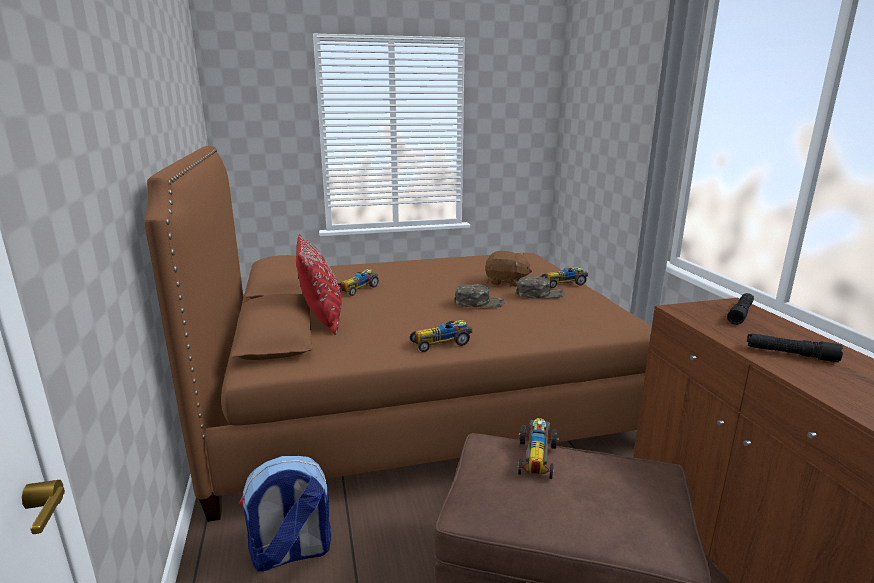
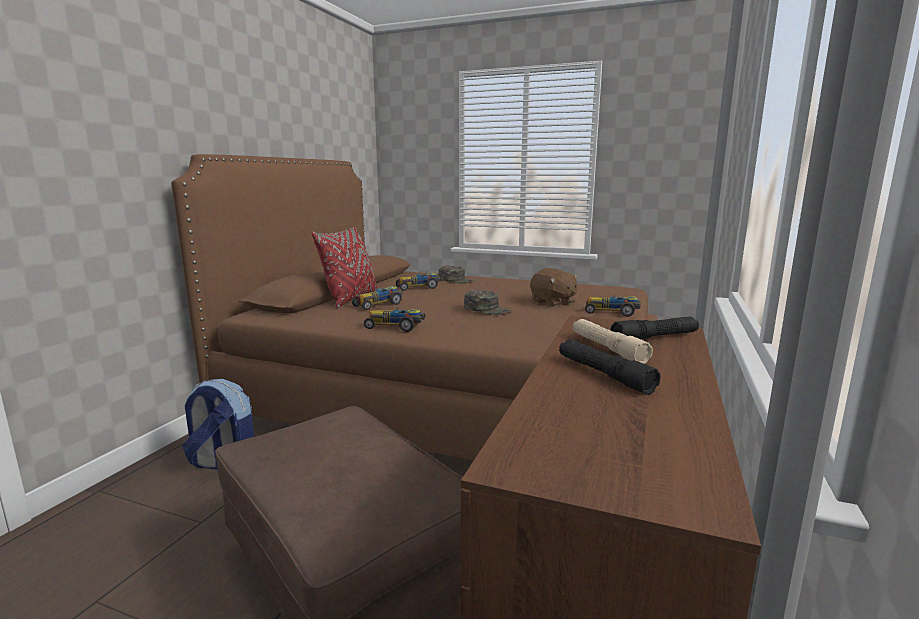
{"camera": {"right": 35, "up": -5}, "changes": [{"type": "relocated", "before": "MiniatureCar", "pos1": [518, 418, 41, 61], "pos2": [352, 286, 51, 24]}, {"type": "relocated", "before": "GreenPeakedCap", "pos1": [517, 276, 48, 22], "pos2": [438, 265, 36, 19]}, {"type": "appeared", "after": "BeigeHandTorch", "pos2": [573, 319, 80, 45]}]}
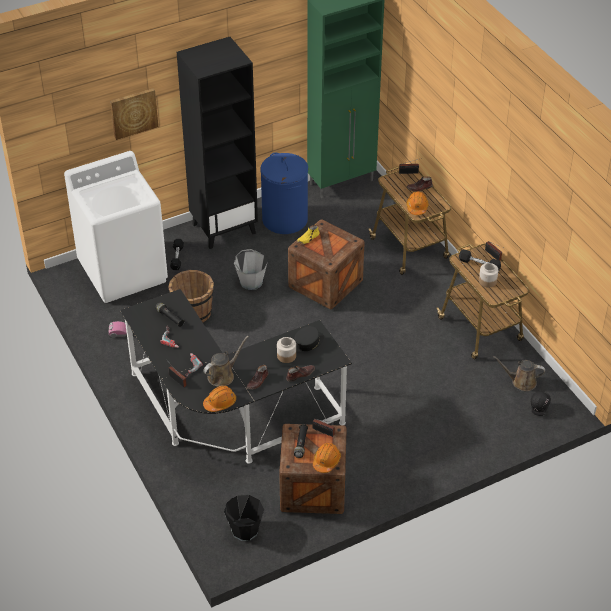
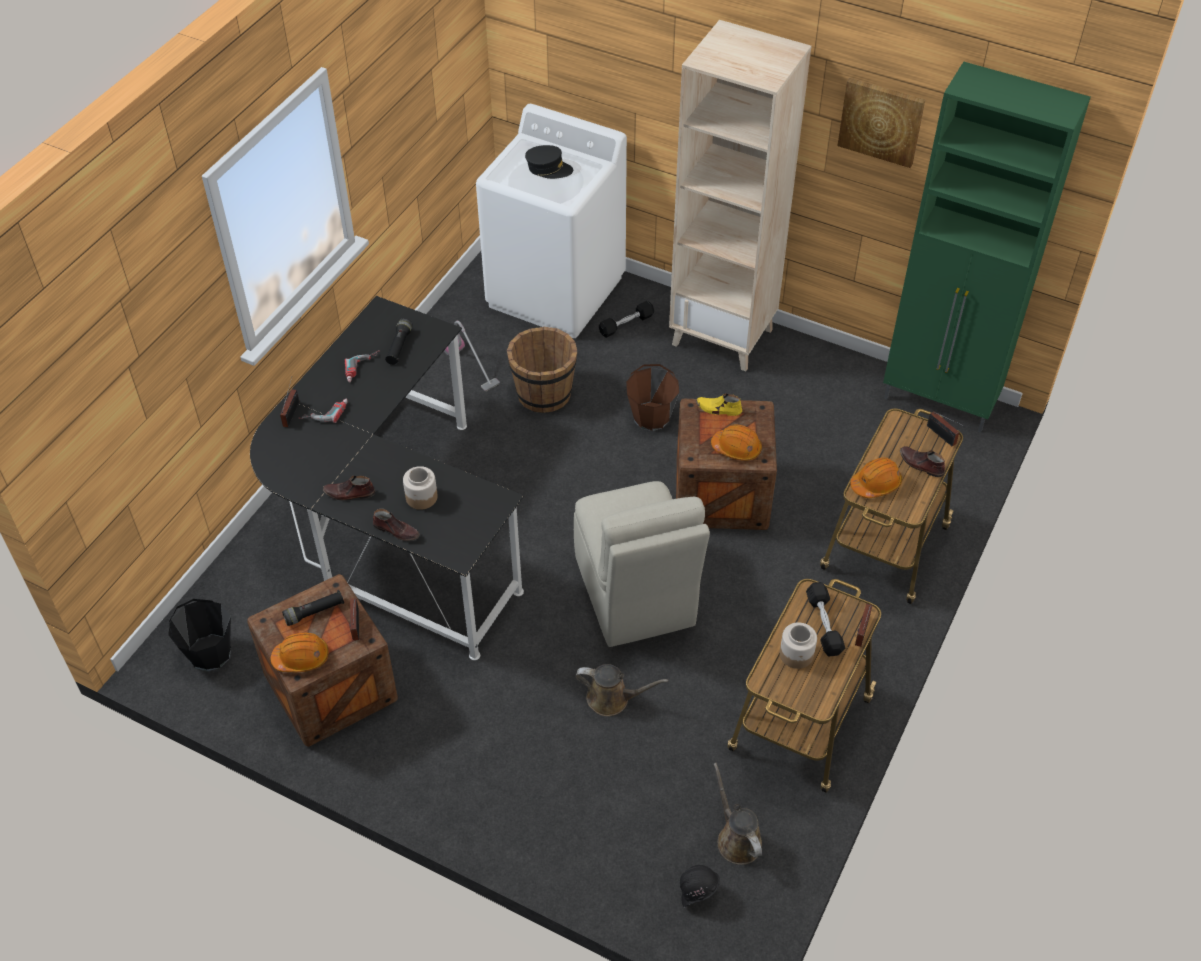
{"camera": {"right": 55, "up": 5}, "changes": [{"type": "relocated", "before": "BlackColouredPeakedCap", "pos1": [295, 326, 29, 25], "pos2": [525, 145, 48, 34]}, {"type": "appeared", "after": "BeigeUprightChair", "pos2": [574, 481, 136, 166]}, {"type": "relocated", "before": "BrownWateringCan", "pos1": [203, 336, 46, 51], "pos2": [575, 664, 93, 52]}, {"type": "colour", "before": "GreyishBucket", "after": "BrownBucket", "pos1": [234, 249, 33, 41], "pos2": [626, 364, 53, 67]}, {"type": "colour", "before": "BlackColouredBookshelf", "after": "BeigeBookshelf", "pos1": [177, 37, 81, 212], "pos2": [669, 20, 142, 351]}, {"type": "relocated", "before": "OrangeColouredWorkHelmet", "pos1": [203, 386, 33, 26], "pos2": [711, 425, 51, 36]}, {"type": "relocated", "before": "WallArt", "pos1": [110, 88, 48, 52], "pos2": [838, 78, 87, 90]}, {"type": "missing", "before": "BlueHamper", "pos1": [260, 153, 48, 81]}]}
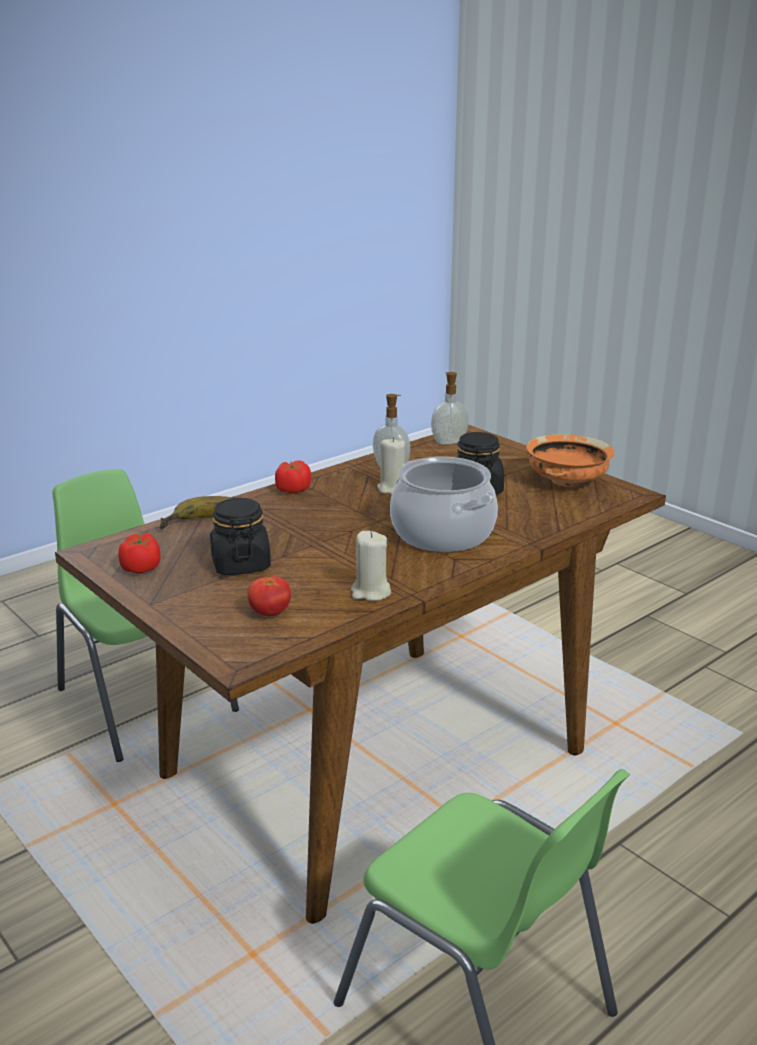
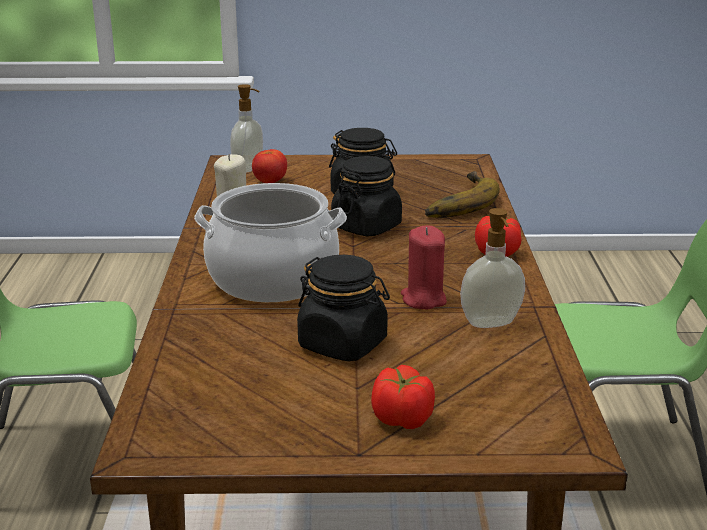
{"camera": {"right": 130, "up": 0}, "changes": [{"type": "relocated", "before": "LiquidSoapBottle", "pos1": [431, 372, 38, 73], "pos2": [230, 84, 33, 89]}, {"type": "appeared", "after": "BlackColouredPreserveJar", "pos2": [331, 156, 71, 80]}, {"type": "relocated", "before": "Tomato", "pos1": [118, 533, 42, 41], "pos2": [371, 365, 64, 64]}, {"type": "colour", "before": "BeigeWaxCandle", "after": "RedWaxCandle", "pos1": [377, 437, 28, 58], "pos2": [401, 226, 46, 83]}, {"type": "missing", "before": "OrangeColouredBowl", "pos1": [526, 434, 89, 53]}]}
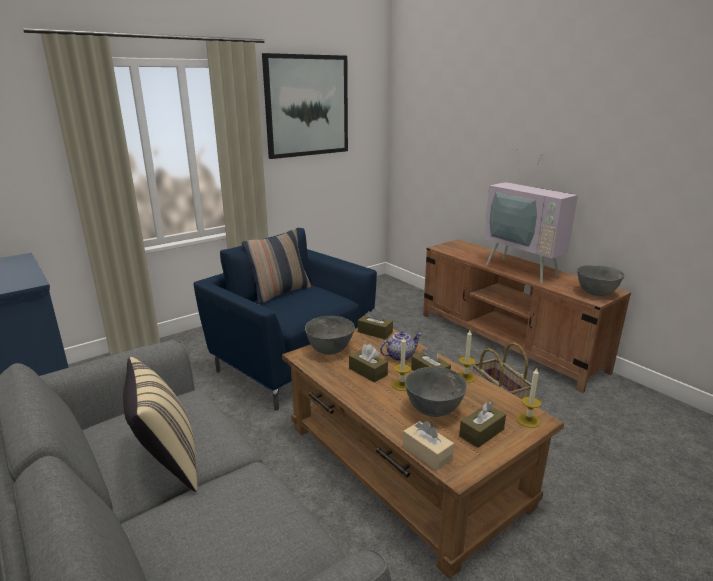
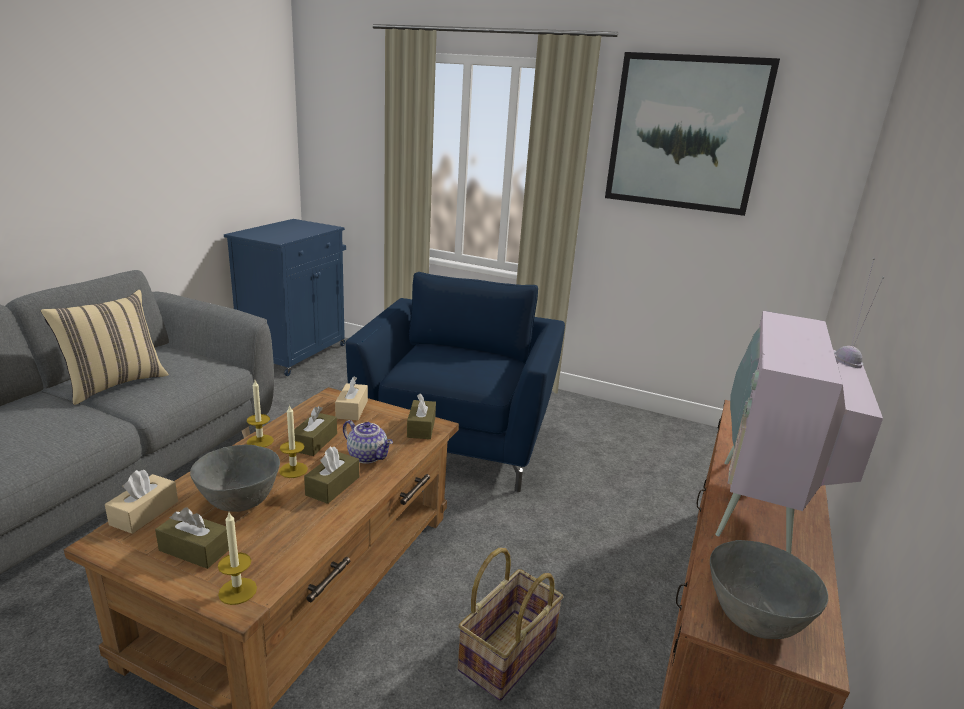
{"camera": {"right": 60, "up": 0}, "changes": [{"type": "relocated", "before": "WaxCandle", "pos1": [458, 331, 18, 52], "pos2": [247, 380, 27, 67]}, {"type": "exchanged", "before": "GreyishBowl", "after": "BeigeTissueHolder", "pos1": [305, 316, 50, 39], "pos2": [335, 376, 33, 44]}, {"type": "missing", "before": "Cushion", "pos1": [242, 229, 69, 75]}]}
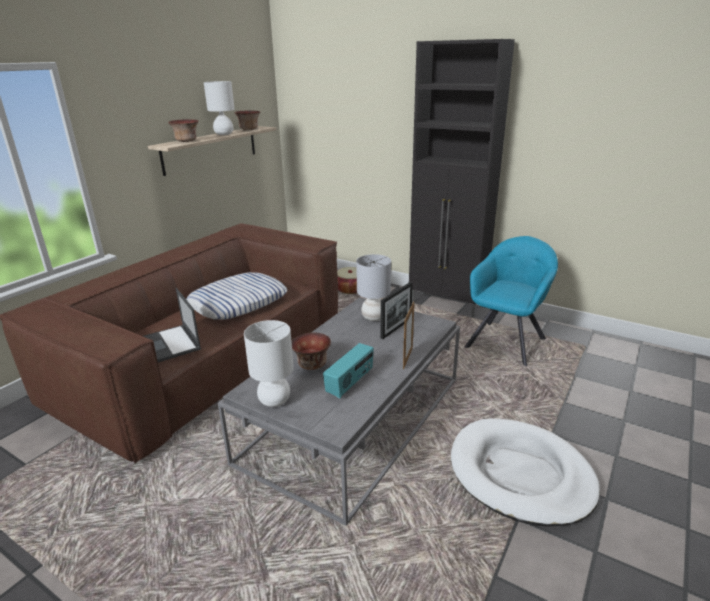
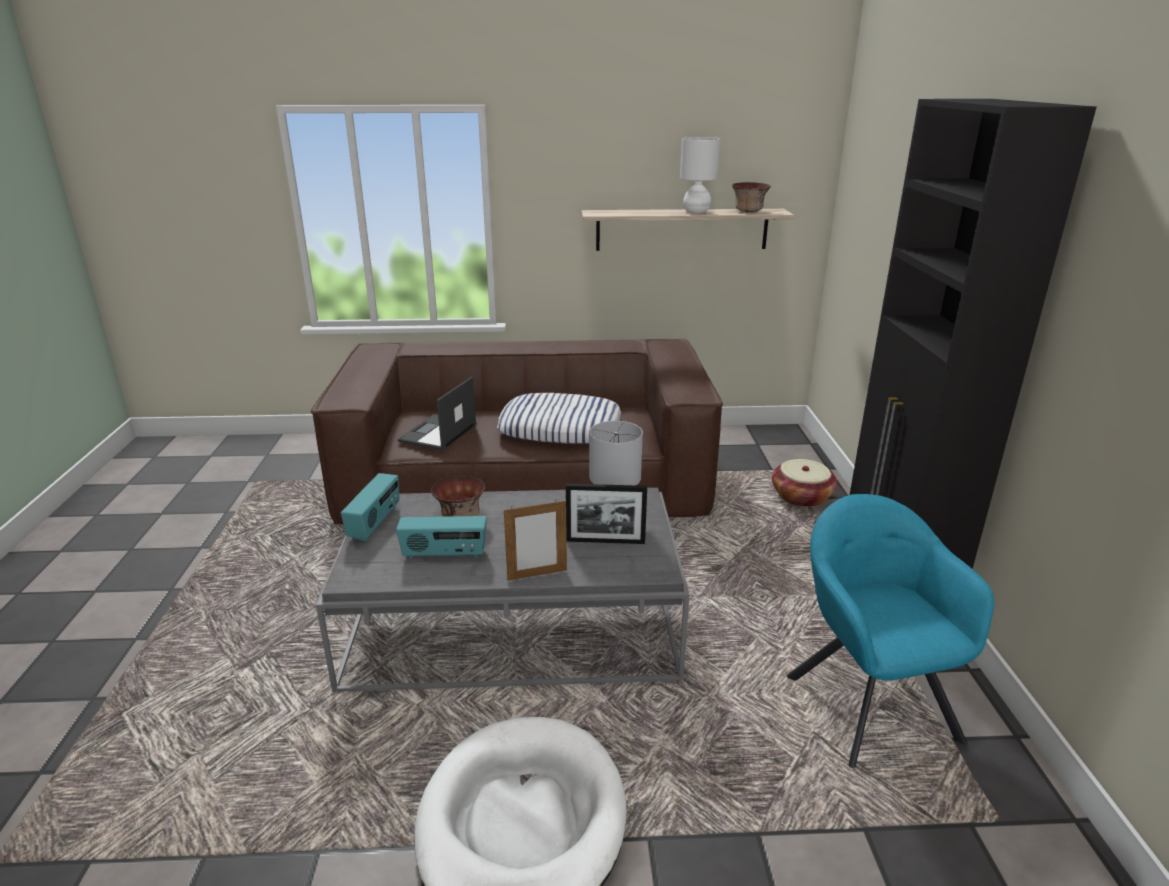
{"camera": {"right": 55, "up": 0}, "changes": [{"type": "exchanged", "before": "WhiteTableLamp", "after": "RadioReceiver", "pos1": [244, 320, 50, 87], "pos2": [341, 473, 59, 68]}, {"type": "spun", "before": "BlueGreenEasyChair", "pos1": [465, 236, 93, 130], "pos2": [786, 494, 208, 274], "turn": -105}, {"type": "missing", "before": "Bowl", "pos1": [168, 119, 31, 23]}]}
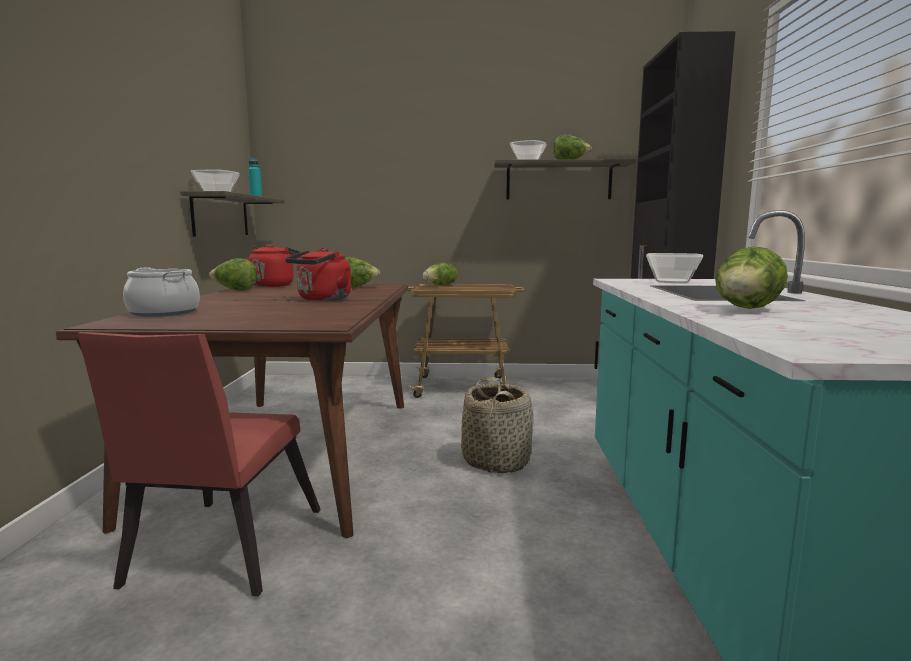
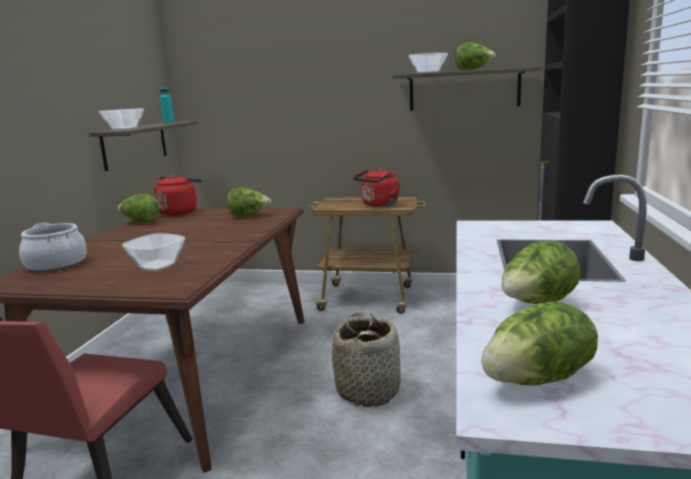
{"camera": {"right": 10, "up": 5}, "changes": [{"type": "relocated", "before": "Bowl", "pos1": [646, 253, 57, 30], "pos2": [122, 233, 63, 38]}, {"type": "relocated", "before": "RedKettle", "pos1": [285, 248, 66, 53], "pos2": [353, 168, 47, 39]}, {"type": "relocated", "before": "LettuceHead", "pos1": [423, 263, 35, 22], "pos2": [481, 302, 117, 84]}]}
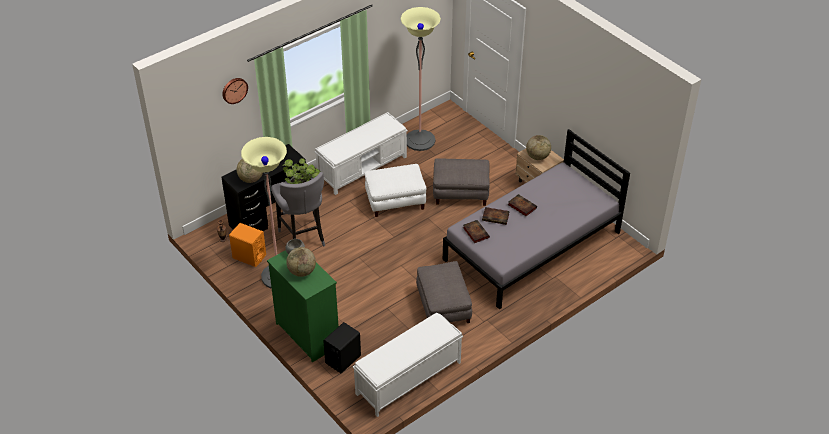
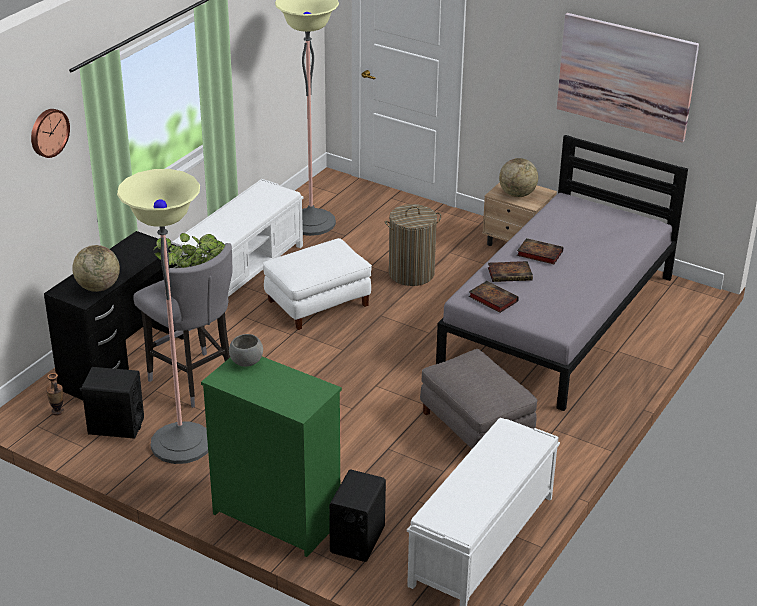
{"camera": {"right": -20, "up": -10}, "changes": [{"type": "colour", "before": "OrangeColouredLoudspeaker", "after": "BlackColouredLoudspeaker", "pos1": [229, 223, 37, 44], "pos2": [80, 367, 64, 72]}, {"type": "exchanged", "before": "GreyishFootrest", "after": "Hamper", "pos1": [433, 158, 57, 48], "pos2": [385, 204, 56, 82]}, {"type": "appeared", "after": "WallArt", "pos2": [557, 13, 142, 130]}, {"type": "missing", "before": "Globe", "pos1": [286, 247, 30, 30]}]}
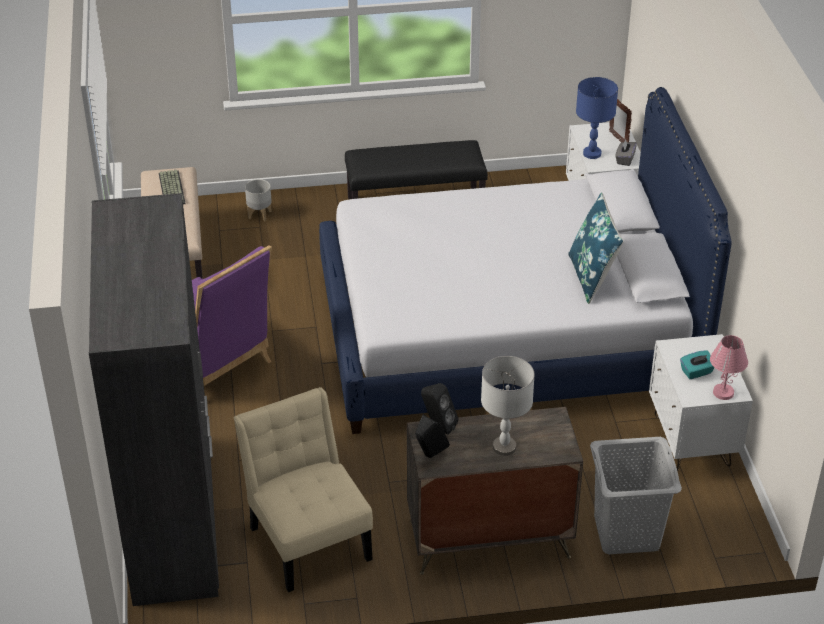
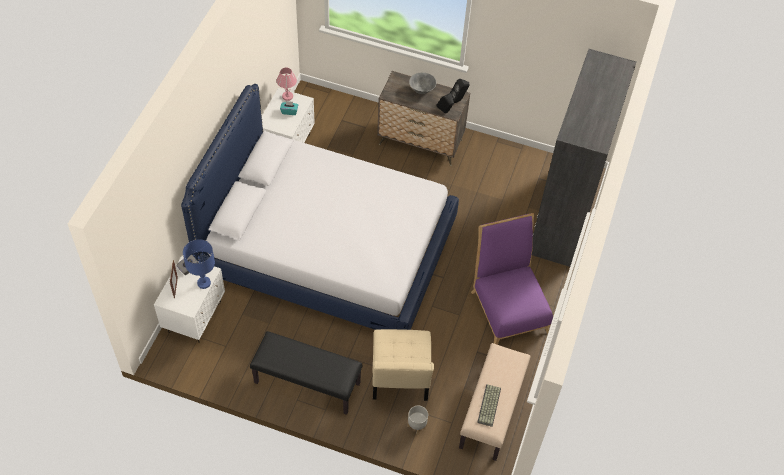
{"camera": {"right": -155, "up": 15}, "changes": [{"type": "relocated", "before": "BeigeUprightChair", "pos1": [234, 387, 139, 205], "pos2": [372, 329, 62, 72]}, {"type": "exchanged", "before": "GreyishTableLamp", "after": "GreyishBowl", "pos1": [481, 356, 54, 100], "pos2": [409, 72, 27, 22]}, {"type": "missing", "before": "BlueCushion", "pos1": [568, 192, 56, 112]}, {"type": "missing", "before": "GreyishHamper", "pos1": [590, 437, 92, 117]}]}
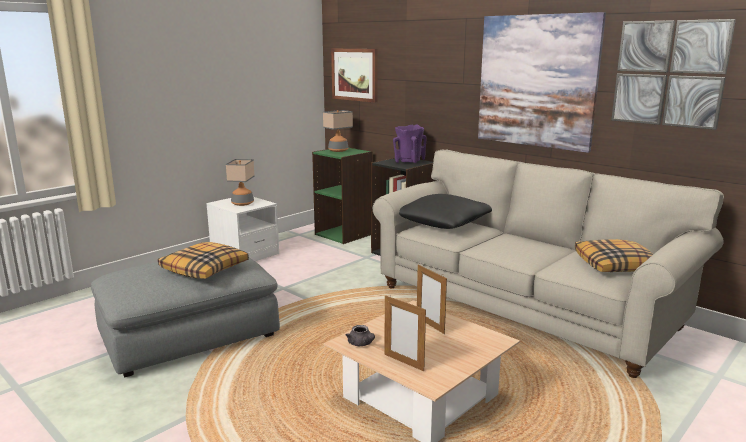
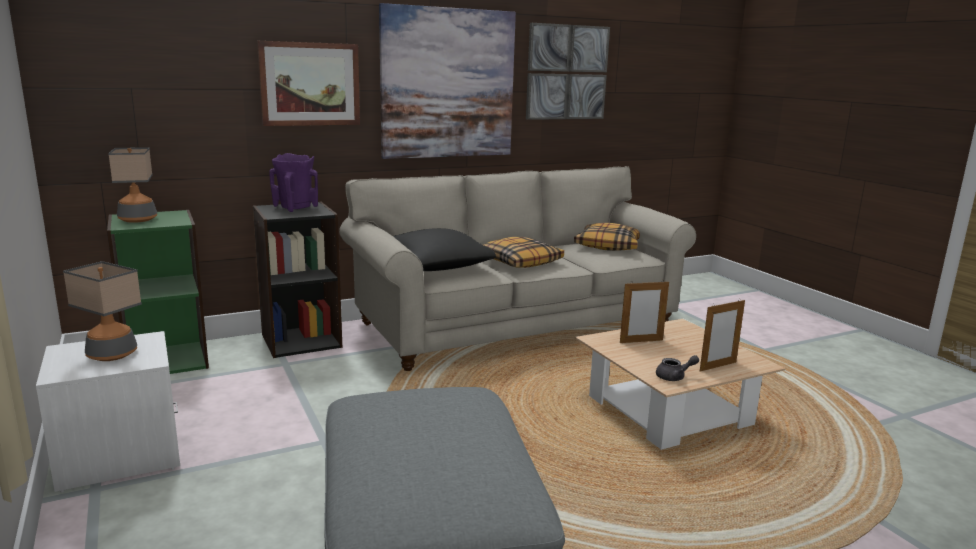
{"camera": {"right": -70, "up": 0}, "changes": [{"type": "relocated", "before": "WallArt", "pos1": [331, 49, 47, 54], "pos2": [257, 41, 103, 85]}, {"type": "relocated", "before": "Cushion", "pos1": [158, 242, 91, 37], "pos2": [483, 237, 81, 31]}]}
